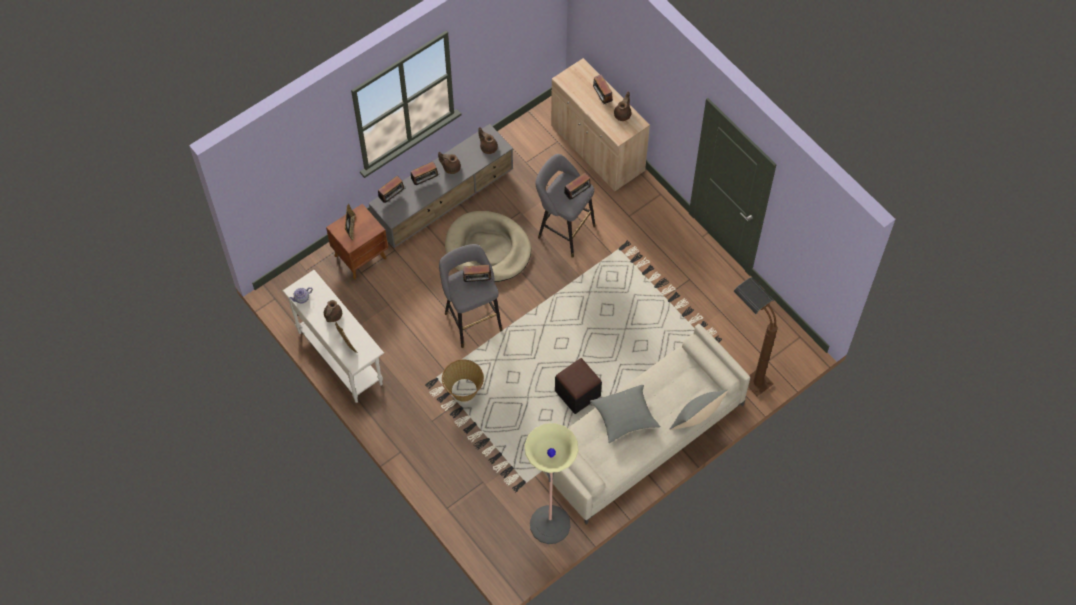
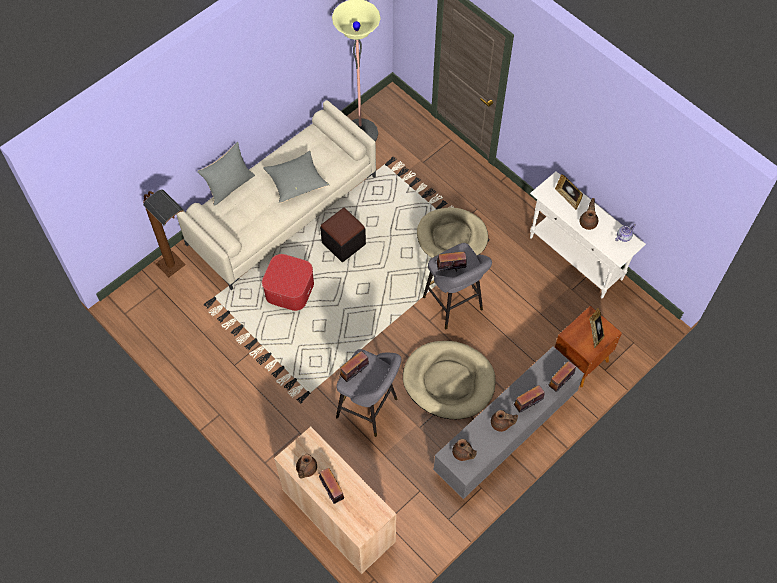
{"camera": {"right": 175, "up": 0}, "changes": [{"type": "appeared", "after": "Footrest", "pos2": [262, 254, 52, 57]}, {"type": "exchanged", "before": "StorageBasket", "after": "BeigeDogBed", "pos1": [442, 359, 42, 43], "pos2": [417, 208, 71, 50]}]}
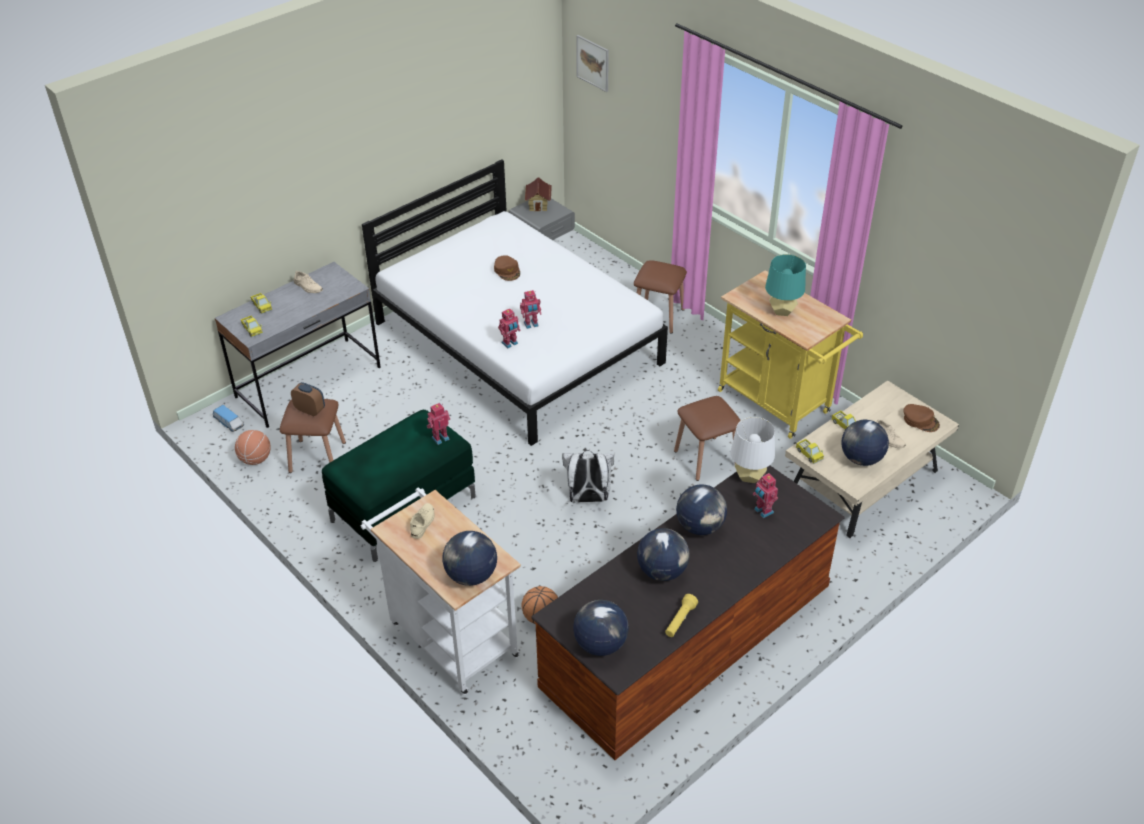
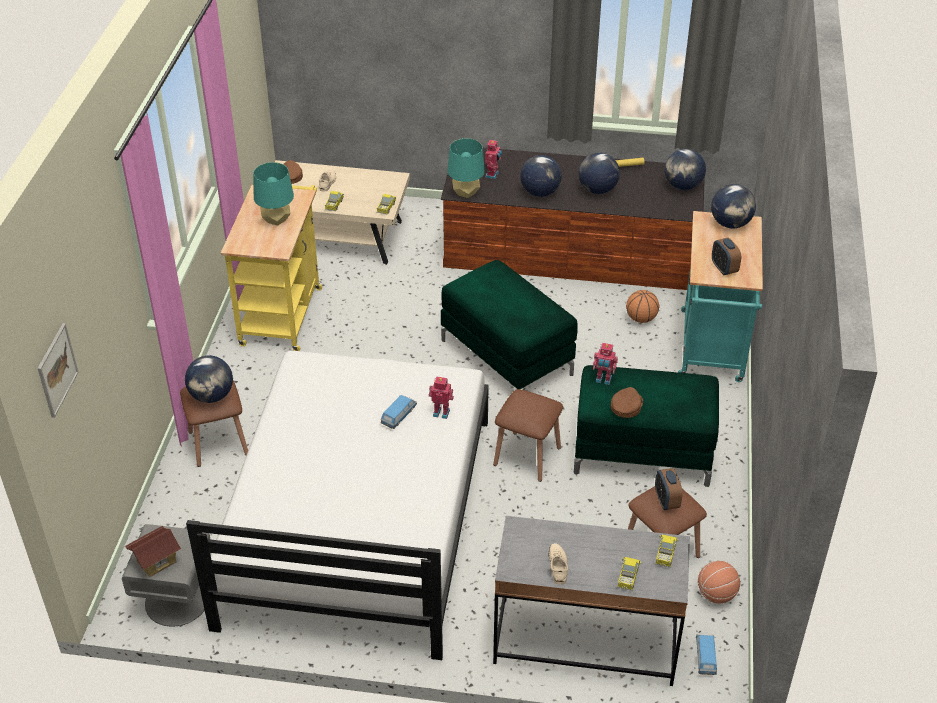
{"camera": {"right": -130, "up": 0}, "changes": [{"type": "relocated", "before": "Globe", "pos1": [841, 420, 48, 46], "pos2": [185, 355, 48, 48]}, {"type": "exchanged", "before": "ToyRobot", "after": "MiniatureCar", "pos1": [520, 290, 21, 39], "pos2": [381, 395, 36, 34]}, {"type": "exchanged", "before": "WhiteKnapsack", "after": "GreenFootrest", "pos1": [562, 450, 52, 53], "pos2": [441, 260, 136, 130]}, {"type": "colour", "before": "WhiteTableLamp", "after": "BlueGreenTableLamp", "pos1": [730, 417, 45, 66], "pos2": [447, 138, 38, 60]}, {"type": "relocated", "before": "BrownStoolSeat", "pos1": [674, 396, 67, 85], "pos2": [493, 389, 70, 93]}, {"type": "relocated", "before": "BrownPeakedCap", "pos1": [494, 255, 26, 26], "pos2": [611, 387, 32, 31]}, {"type": "colour", "before": "WhiteWheeledCart", "after": "BlueGreenWheeledCart", "pos1": [361, 487, 160, 208], "pos2": [678, 211, 85, 171]}, {"type": "exchanged", "before": "BeigeItemOfFootwear", "after": "AlarmClock", "pos1": [410, 503, 24, 36], "pos2": [712, 237, 29, 38]}]}
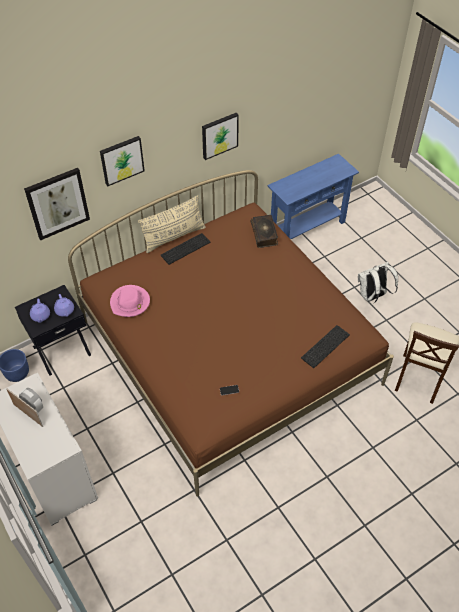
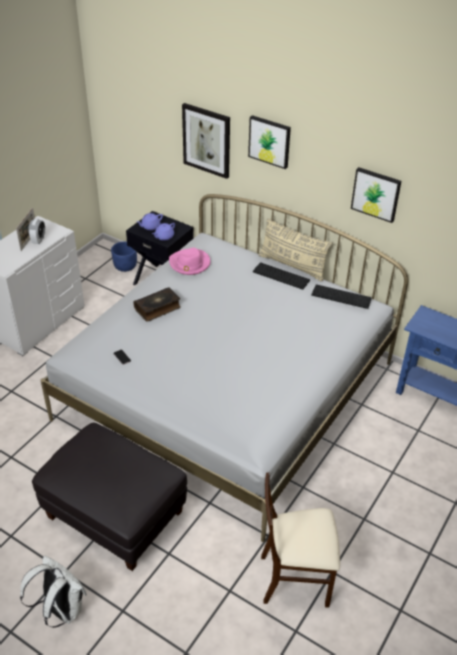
{"camera": {"right": 65, "up": -10}, "changes": [{"type": "relocated", "before": "WhiteKnapsack", "pos1": [358, 262, 40, 41], "pos2": [20, 556, 67, 72]}, {"type": "appeared", "after": "BlackColouredFootrest", "pos2": [32, 422, 155, 149]}, {"type": "colour", "before": "BrownBedroomBed", "after": "WhiteBedroomBed", "pos1": [68, 170, 326, 327], "pos2": [41, 194, 367, 348]}, {"type": "relocated", "before": "BoundBook", "pos1": [251, 215, 27, 33], "pos2": [134, 287, 47, 35]}, {"type": "relocated", "before": "ComputerKeyboard", "pos1": [301, 325, 49, 43], "pos2": [311, 284, 61, 25]}]}
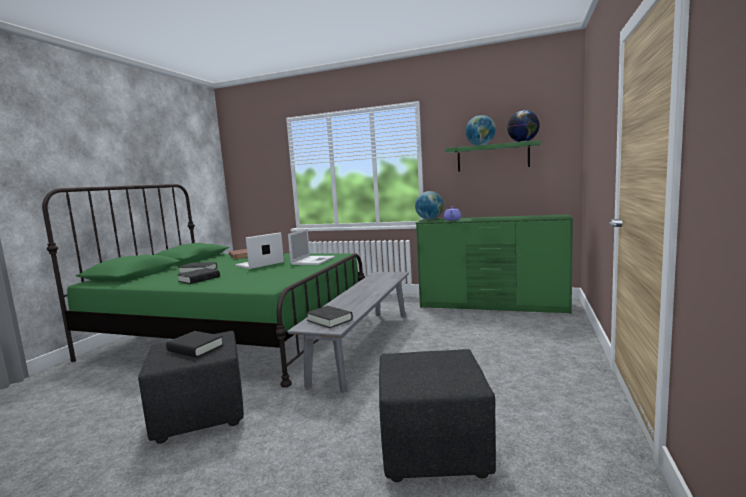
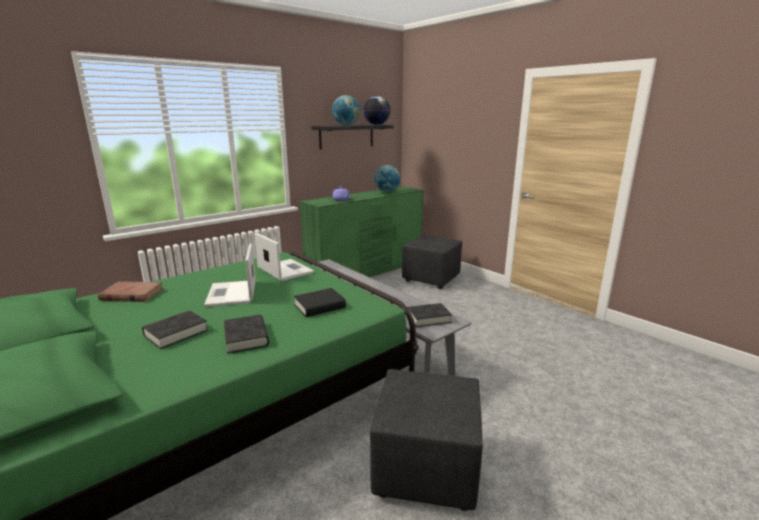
{"camera": {"right": -60, "up": 10}, "changes": [{"type": "relocated", "before": "BlackColouredBoundBook", "pos1": [166, 331, 58, 27], "pos2": [294, 288, 52, 29]}, {"type": "colour", "before": "GreenBracketShelf", "after": "BlackColouredBracketShelf", "pos1": [445, 140, 96, 32], "pos2": [311, 125, 83, 25]}, {"type": "relocated", "before": "Globe", "pos1": [415, 191, 29, 29], "pos2": [374, 165, 26, 27]}, {"type": "relocated", "before": "BlackColouredFootrest", "pos1": [379, 349, 117, 133], "pos2": [402, 235, 60, 54]}]}
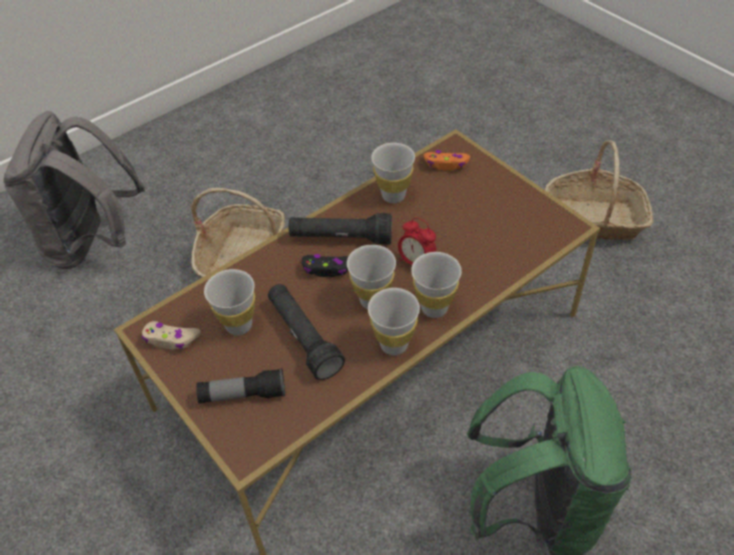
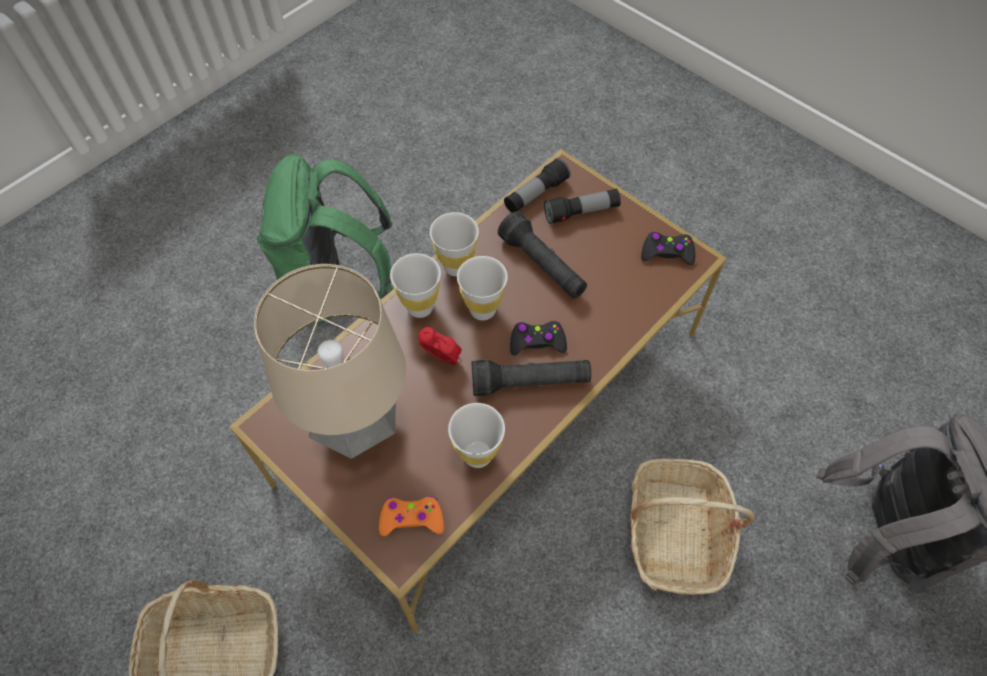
{"camera": {"right": 170, "up": 10}, "changes": [{"type": "appeared", "after": "TableLamp", "pos2": [254, 264, 152, 195]}, {"type": "appeared", "after": "HandTorch", "pos2": [504, 158, 67, 55]}, {"type": "colour", "before": "BeigeGamepad", "after": "BlackColouredGamepad", "pos1": [142, 321, 59, 29], "pos2": [641, 232, 54, 33]}, {"type": "missing", "before": "WhiteSmallCup", "pos1": [204, 269, 51, 66]}]}
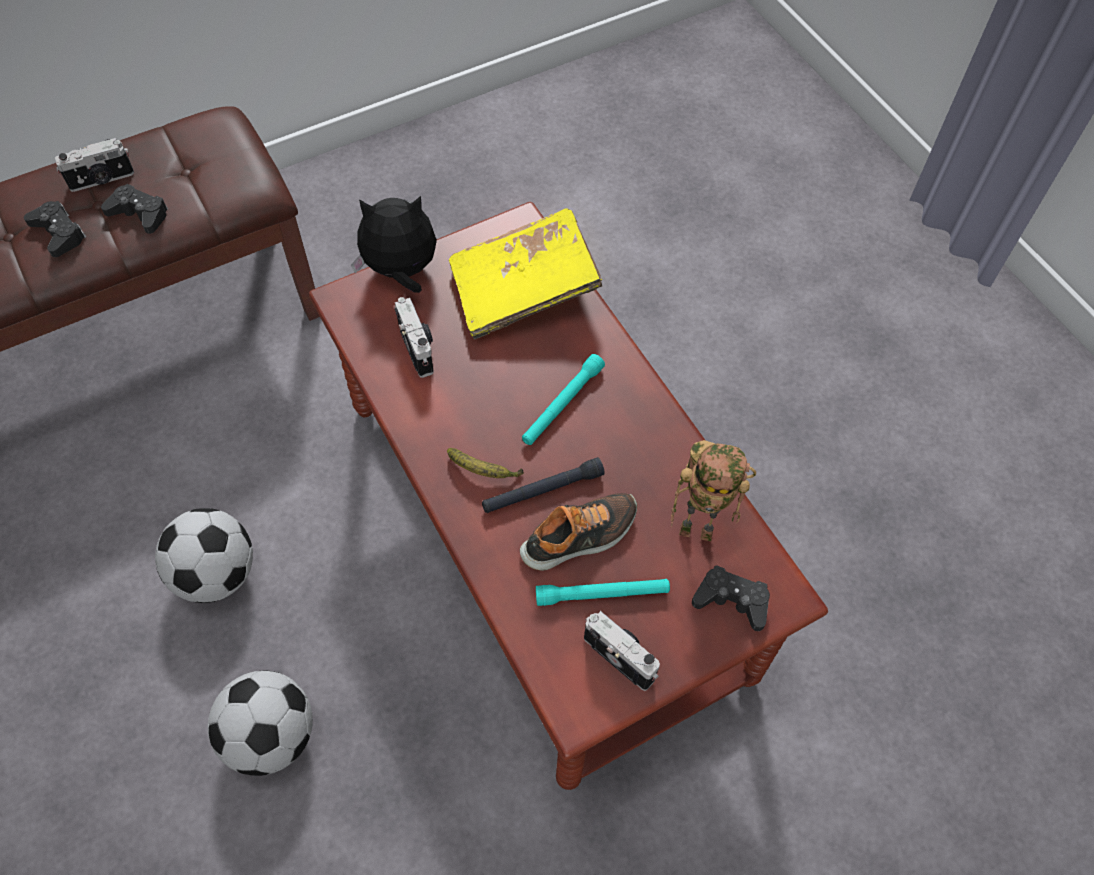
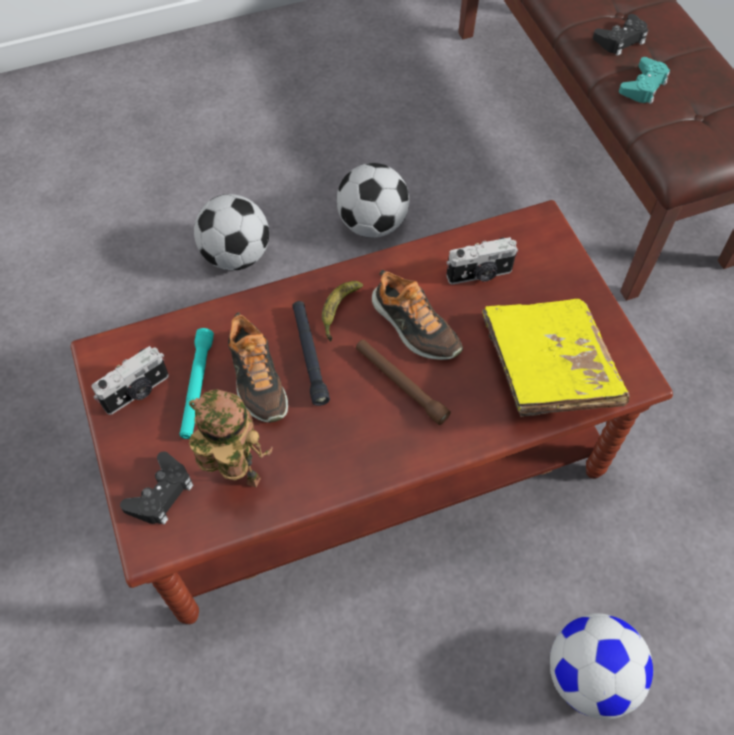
{"camera": {"right": 100, "up": 0}, "changes": [{"type": "spun", "before": "ToyRobot", "pos1": [671, 440, 85, 101], "pos2": [189, 389, 84, 98], "turn": 90}, {"type": "colour", "before": "BlueGreenHandTorch", "after": "BrownHandTorch", "pos1": [522, 354, 83, 91], "pos2": [356, 340, 95, 85]}, {"type": "appeared", "after": "ItemOfFootwear", "pos2": [372, 270, 91, 90]}, {"type": "appeared", "after": "Football", "pos2": [550, 613, 103, 107]}, {"type": "colour", "before": "BlackColouredGamepad", "after": "BlueGreenGamepad", "pos1": [101, 184, 67, 50], "pos2": [619, 57, 51, 47]}, {"type": "missing", "before": "StillCamera", "pos1": [55, 138, 79, 54]}, {"type": "missing", "before": "CuddlyToy", "pos1": [351, 196, 86, 97]}]}
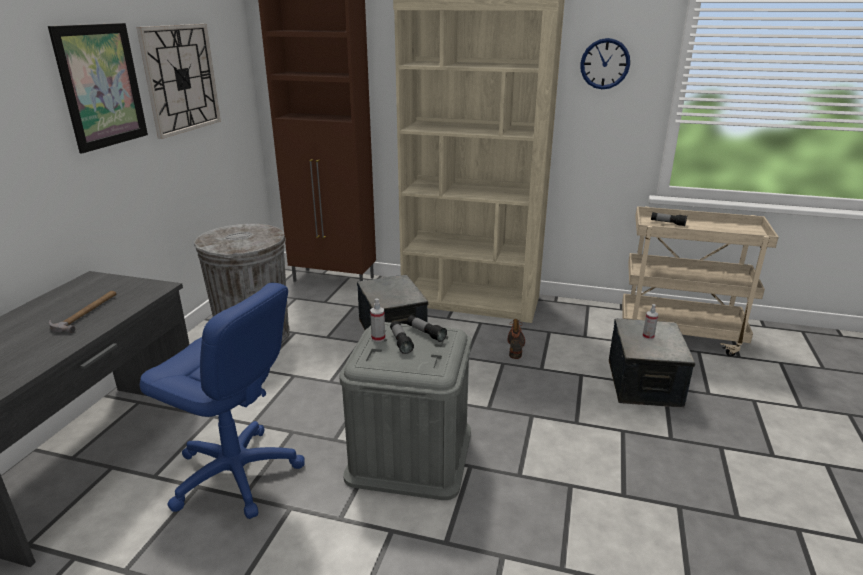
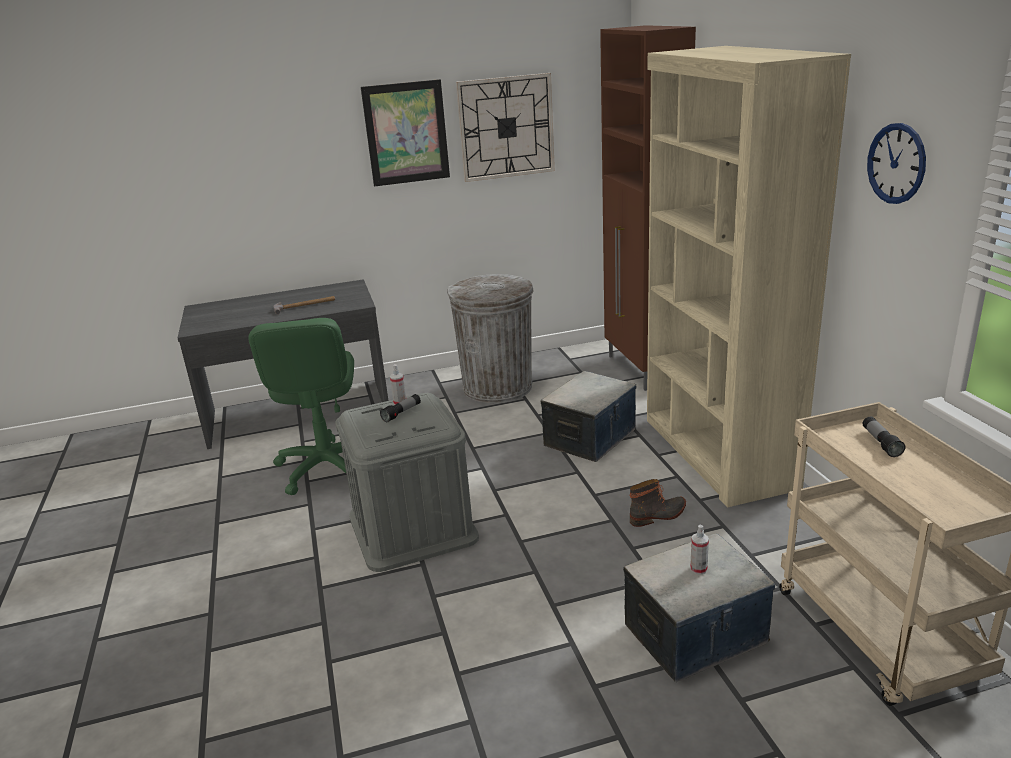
{"camera": {"right": 60, "up": 0}, "changes": [{"type": "colour", "before": "BlueComputerChair", "after": "GreenComputerChair", "pos1": [140, 282, 165, 237], "pos2": [248, 318, 106, 177]}, {"type": "missing", "before": "HandTorch", "pos1": [407, 315, 40, 27]}]}
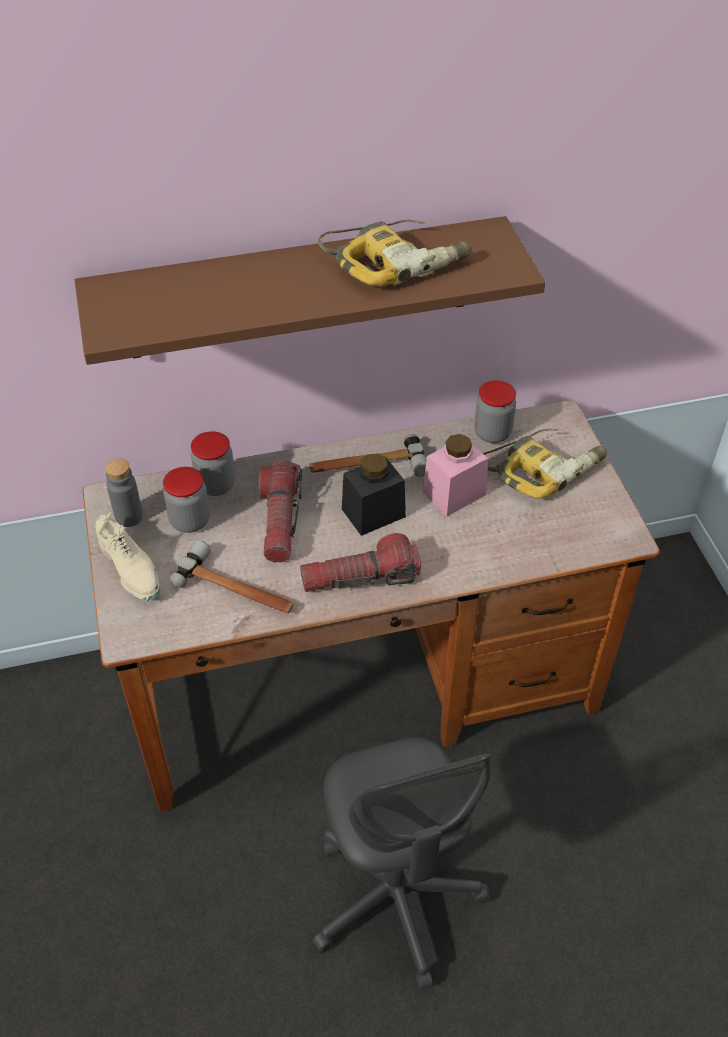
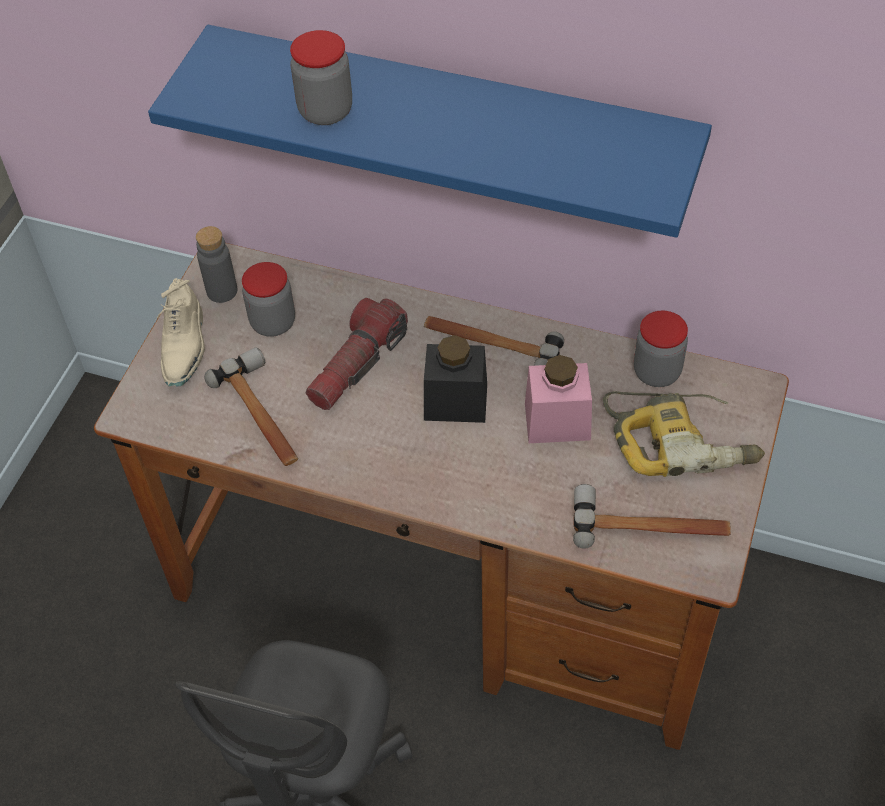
{"camera": {"right": 35, "up": 5}, "changes": [{"type": "colour", "before": "BrownBracketShelf", "after": "BlueBracketShelf", "pos1": [75, 216, 470, 149], "pos2": [148, 25, 564, 213]}, {"type": "relocated", "before": "PreserveJar", "pos1": [191, 431, 44, 65], "pos2": [290, 30, 62, 95]}, {"type": "appeared", "after": "ToolHammer", "pos2": [573, 484, 158, 65]}, {"type": "missing", "before": "HandTorch", "pos1": [300, 533, 121, 59]}, {"type": "missing", "before": "PowerDrill", "pos1": [318, 220, 154, 67]}]}
